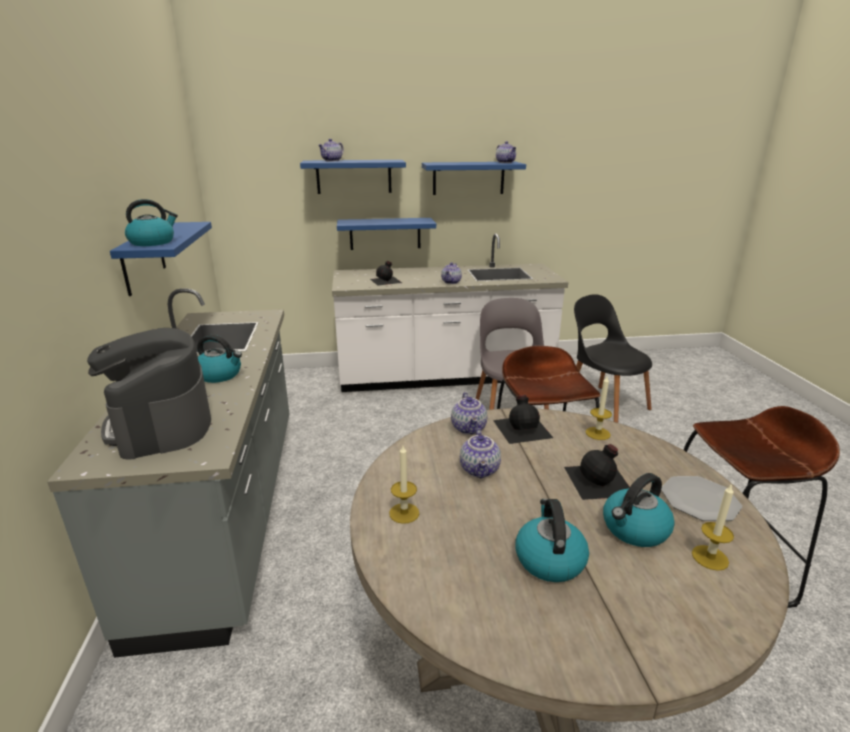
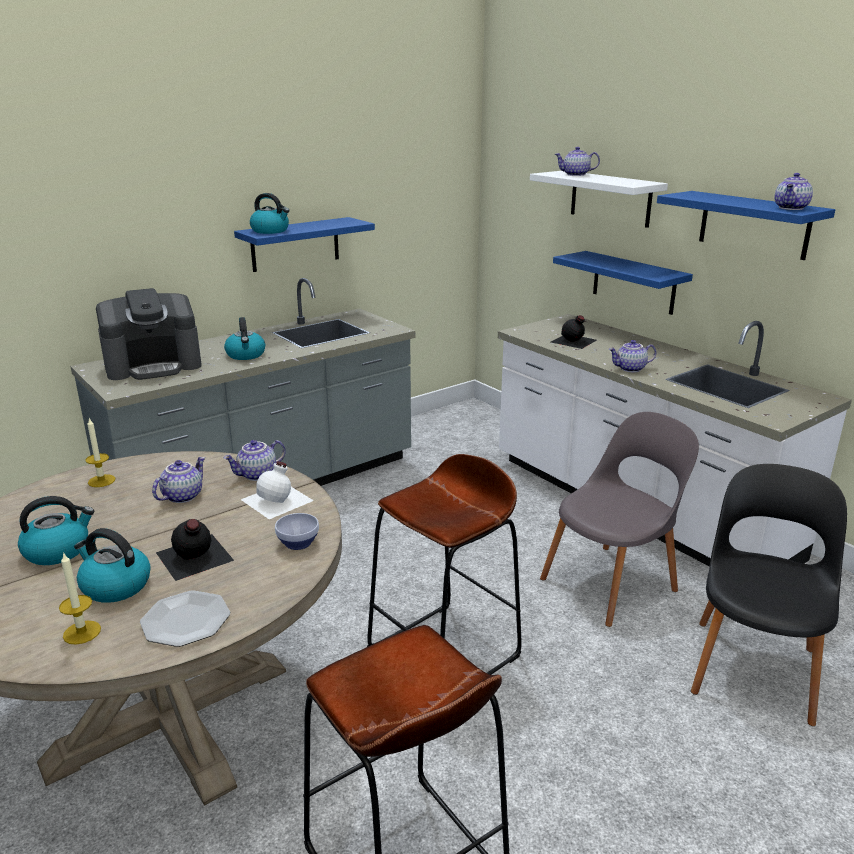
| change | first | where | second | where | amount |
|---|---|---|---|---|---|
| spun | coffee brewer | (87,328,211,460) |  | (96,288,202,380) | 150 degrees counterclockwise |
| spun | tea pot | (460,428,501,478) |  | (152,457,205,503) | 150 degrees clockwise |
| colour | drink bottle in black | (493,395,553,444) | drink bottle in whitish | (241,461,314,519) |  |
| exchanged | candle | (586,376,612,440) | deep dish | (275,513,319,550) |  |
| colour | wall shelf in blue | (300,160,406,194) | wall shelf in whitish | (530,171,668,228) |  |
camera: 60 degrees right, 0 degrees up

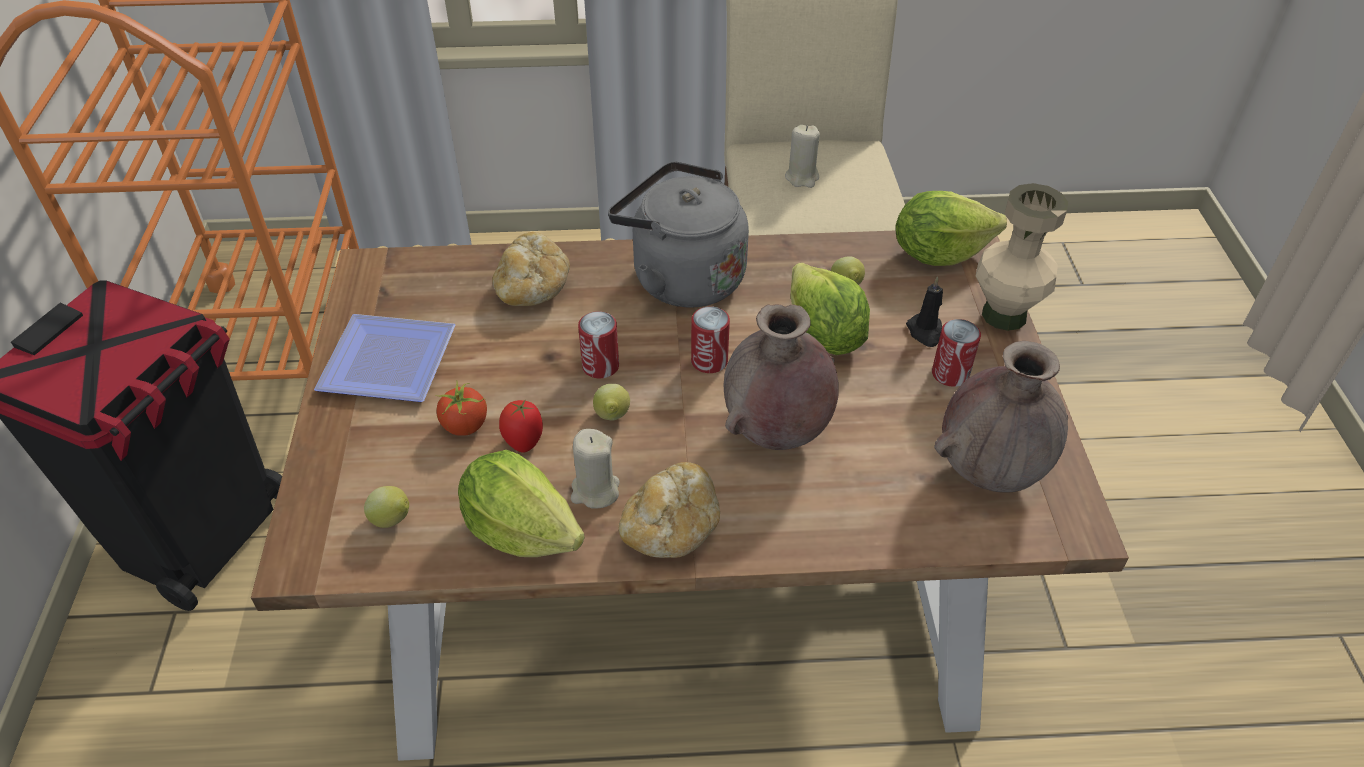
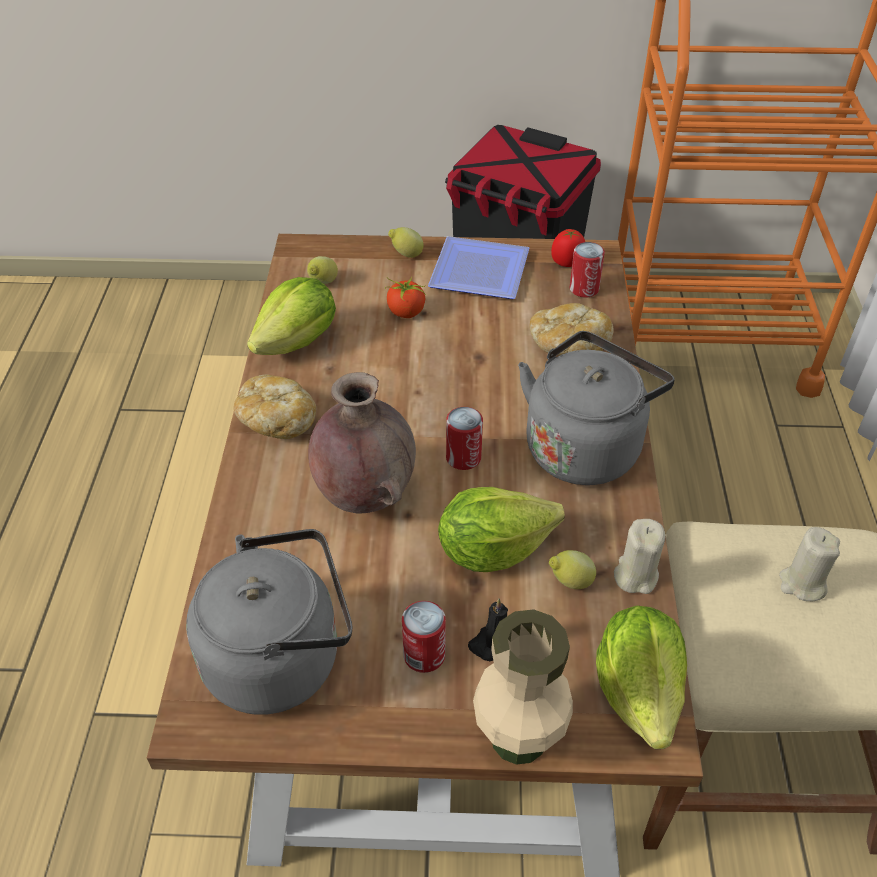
| change | first | where | second | where | amount |
|---|---|---|---|---|---|
| exchanged | flower vase in brown | (934,341,1068,493) | kettle in gray | (186,529,352,715) |  |
| relocated | whole lemon | (593,384,630,420) |  | (388,227,424,258) |  |
| relocated | whole tomato | (499,399,543,453) |  | (551,229,585,267) |  |
| relocated | can | (578,311,619,378) |  | (570,242,605,297) |  |
| relocated | candle in sand-coloured | (571,429,620,509) |  | (614,519,665,594) |  |
camera: 95 degrees right, 0 degrees up

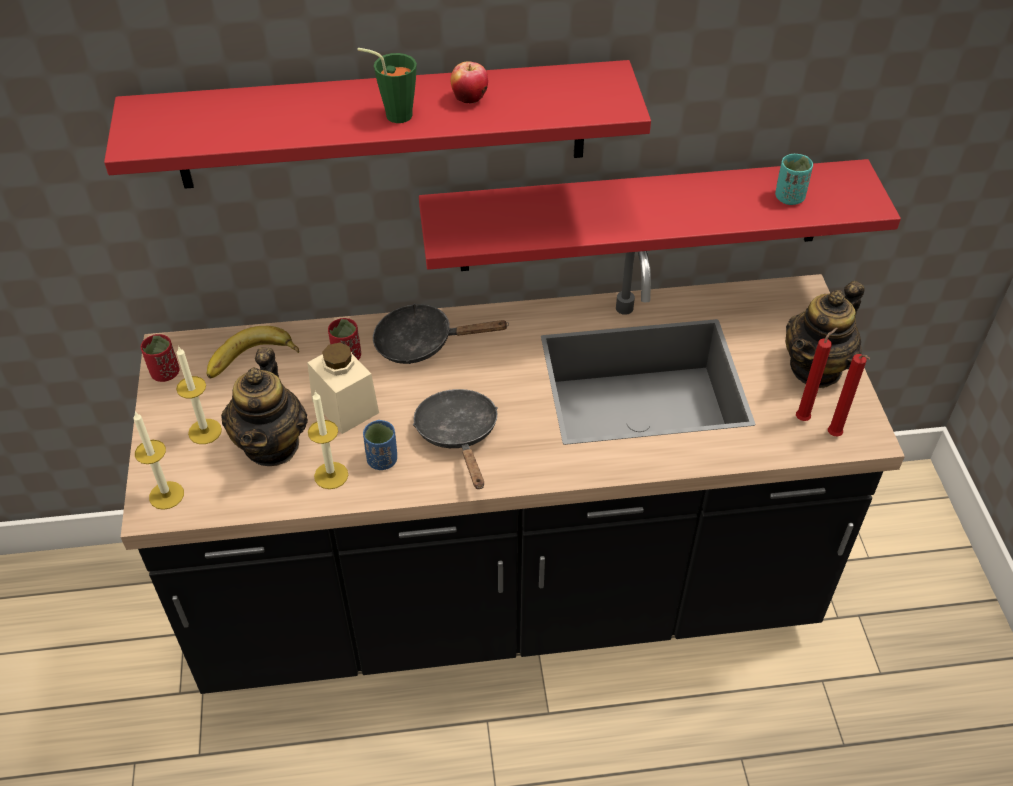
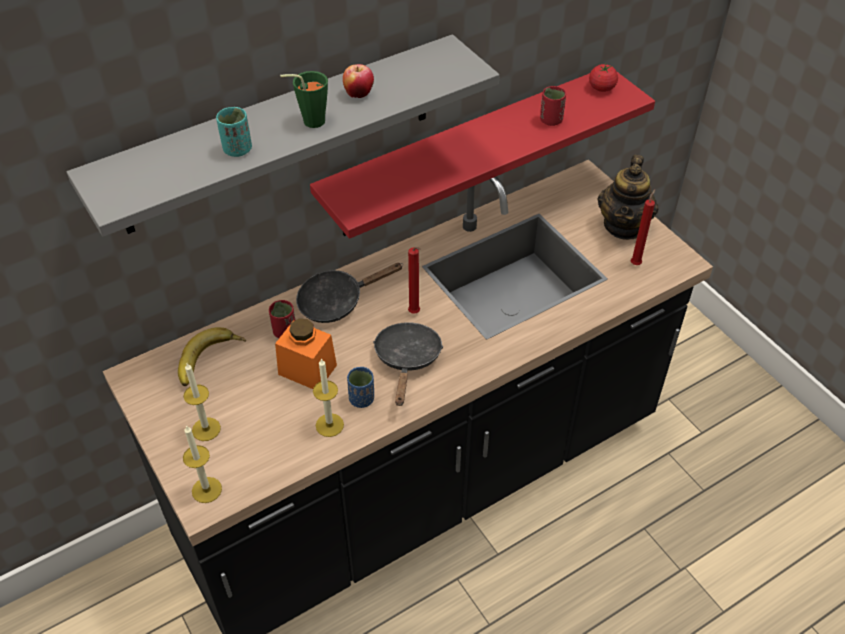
| change | first | where | second | where | amount |
|---|---|---|---|---|---|
| colour | wall shelf in red-coloured | (104,60,651,189) | wall shelf in gray | (67,34,499,237) |  |
| relocated | drinking cup in turquoise | (775,154,813,205) |  | (216,107,252,157) |  |
| colour | preserve jar in sand-coloured | (307,343,379,434) | preserve jar in orangey | (275,318,337,389) |  |
| spun | frying pan in black | (413,389,498,489) |  | (373,322,443,406) | 45 degrees clockwise |
| relocated | candle in red-coloured | (828,354,870,436) |  | (408,247,421,314) |  |
| relocated | drinking cup in red-coloured | (141,334,179,382) |  | (540,86,567,126) |  |
| appeared |  |  | whole tomato | (589,64,618,92) |  |
| missing | tea pot | (221,347,308,466) |  |  |  |
camera: 25 degrees left, 0 degrees up

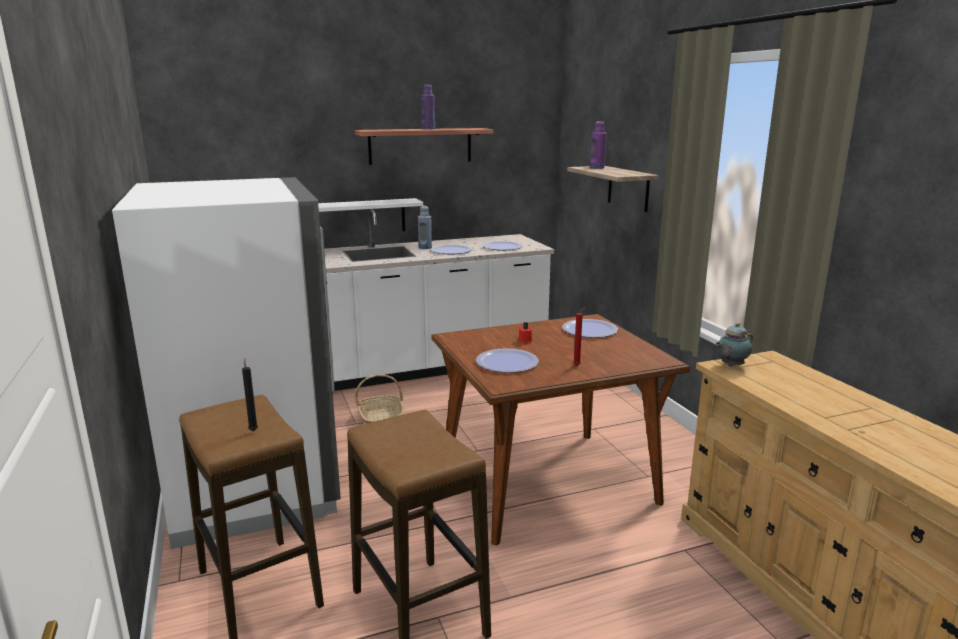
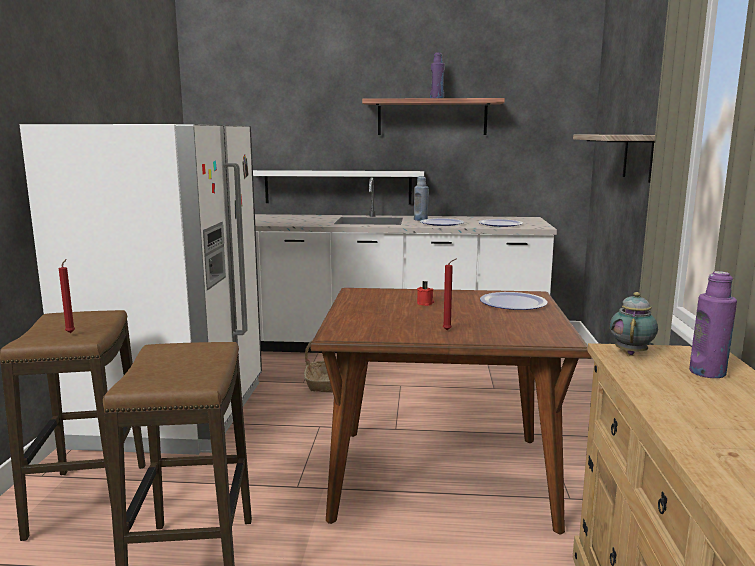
| change | first | where | second | where | amount |
|---|---|---|---|---|---|
| colour | candle in black | (242,359,258,431) | candle in red-coloured | (59,259,75,333) |  |
| spun | tea pot | (715,322,753,367) |  | (610,292,658,355) | 120 degrees clockwise |
| relocated | drink bottle in purplish | (590,121,607,169) |  | (689,271,737,378) |  |
| missing | plate | (476,348,539,373) |  |  |  |
camera: 25 degrees right, 5 degrees down

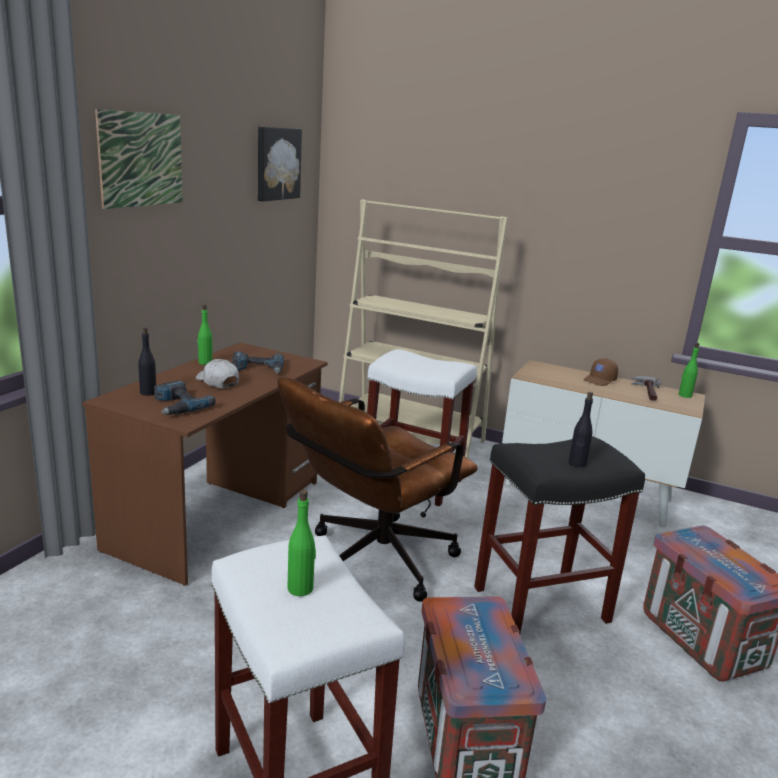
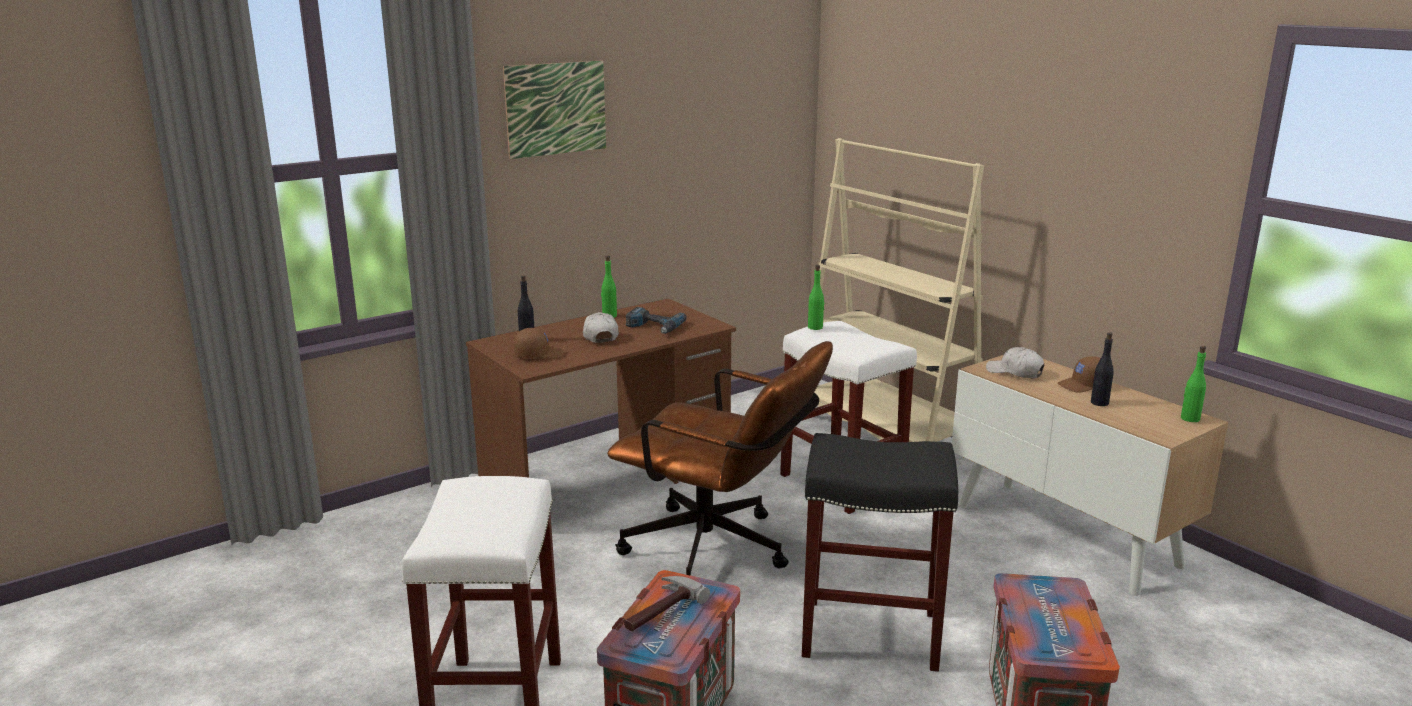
| change | first | where | second | where | amount |
|---|---|---|---|---|---|
| exchanged | drill | (154,380,216,415) | cap in brown | (514,328,566,358) |  |
| spun | desk chair in brown | (278,377,478,602) |  | (607,341,833,576) | 135 degrees counterclockwise |
| relocated | hammer | (631,376,661,401) |  | (624,576,710,631) |  |
| relocated | drink bottle in greenish | (287,489,316,596) |  | (808,265,824,330) |  |
| appeared |  |  | cap in whitish | (986,347,1044,379) |  |
| relocated | drink bottle in black | (569,392,593,467) |  | (1091,332,1114,406) |  |
| missing | wall picture | (258,127,302,201) |  |  |  |
camera: 30 degrees right, 0 degrees up

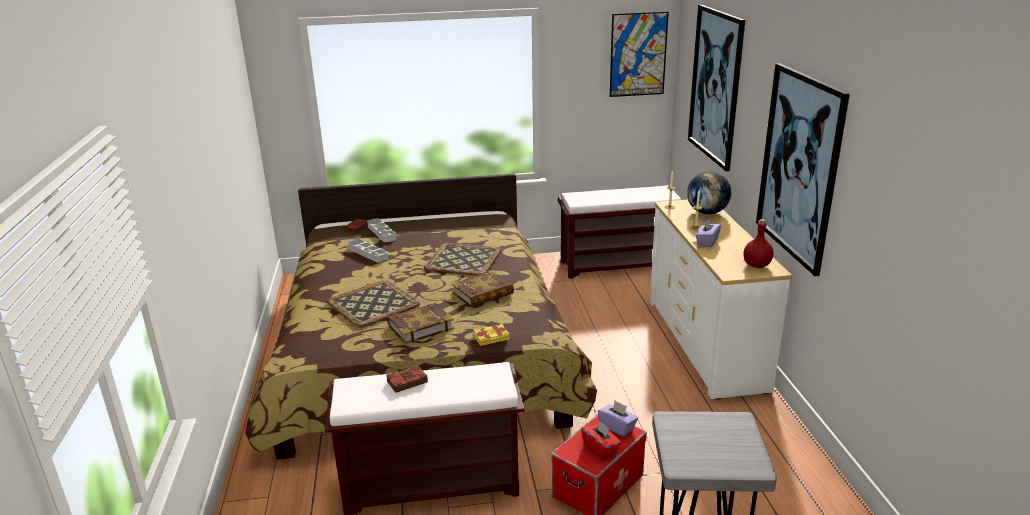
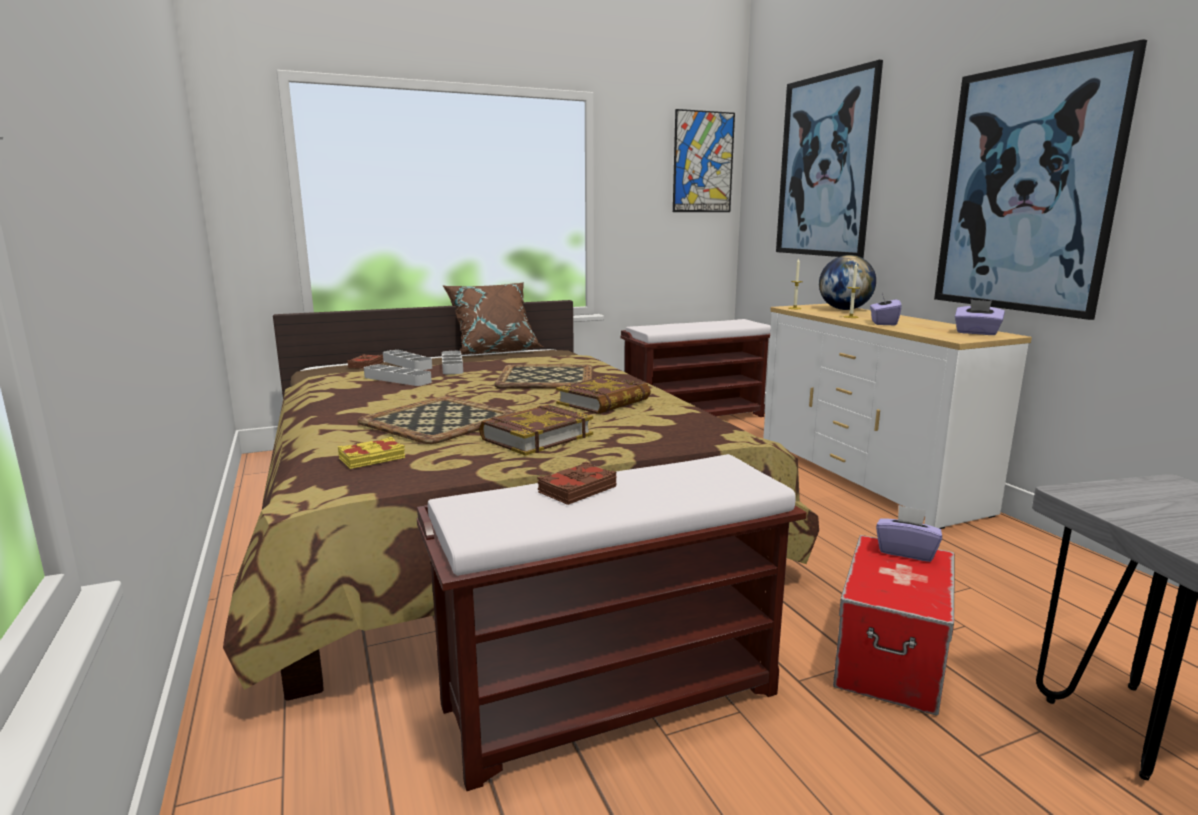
| change | first | where | second | where | amount |
|---|---|---|---|---|---|
| relocated | volume in yellow | (473,324,509,346) |  | (338,437,405,469) |  |
| appeared |  |  | cushion in brown | (442,282,544,354) |  |
| appeared |  |  | carrying tray in gray | (442,351,463,374) |  |
| exchanged | drink bottle in red-coloured | (743,219,774,268) | tissue holder in purplish | (955,299,1005,335) |  |
| missing | tissue holder in red-coloured | (581,421,621,459) |  |  |  |
camera: 15 degrees left, 10 degrees down

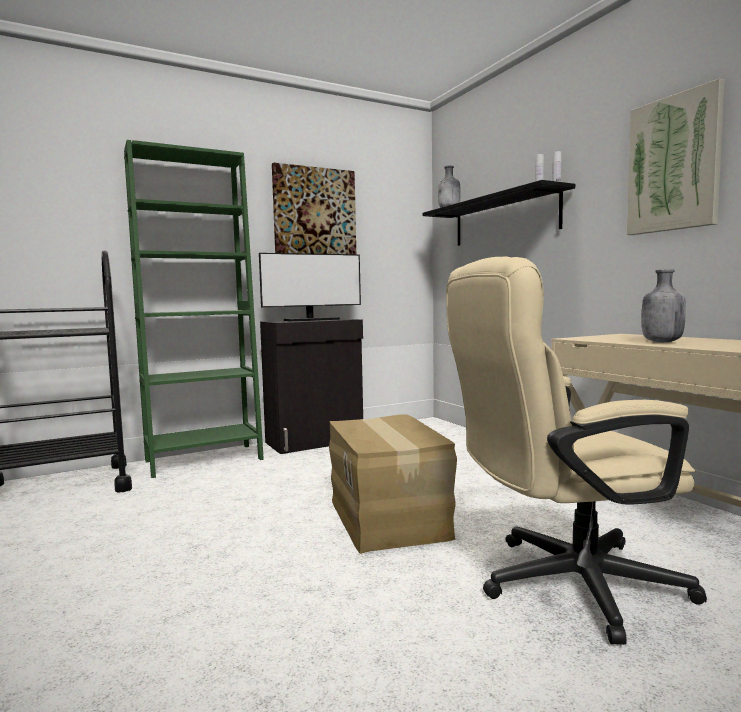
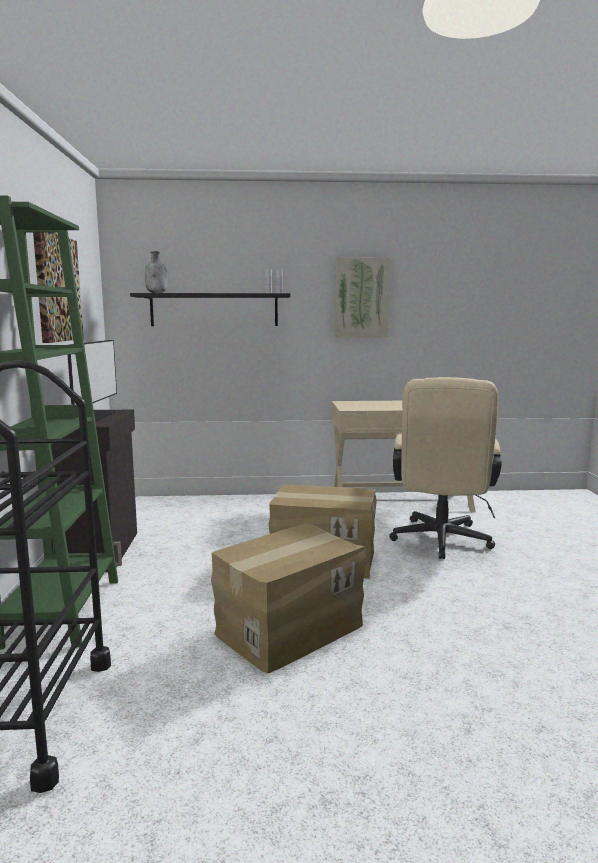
| change | first | where | second | where | amount |
|---|---|---|---|---|---|
| appeared |  |  | carton | (211,523,366,674) |  |
| missing | drink bottle in gray | (641,269,686,342) |  |  |  |
camera: 65 degrees left, 5 degrees up

